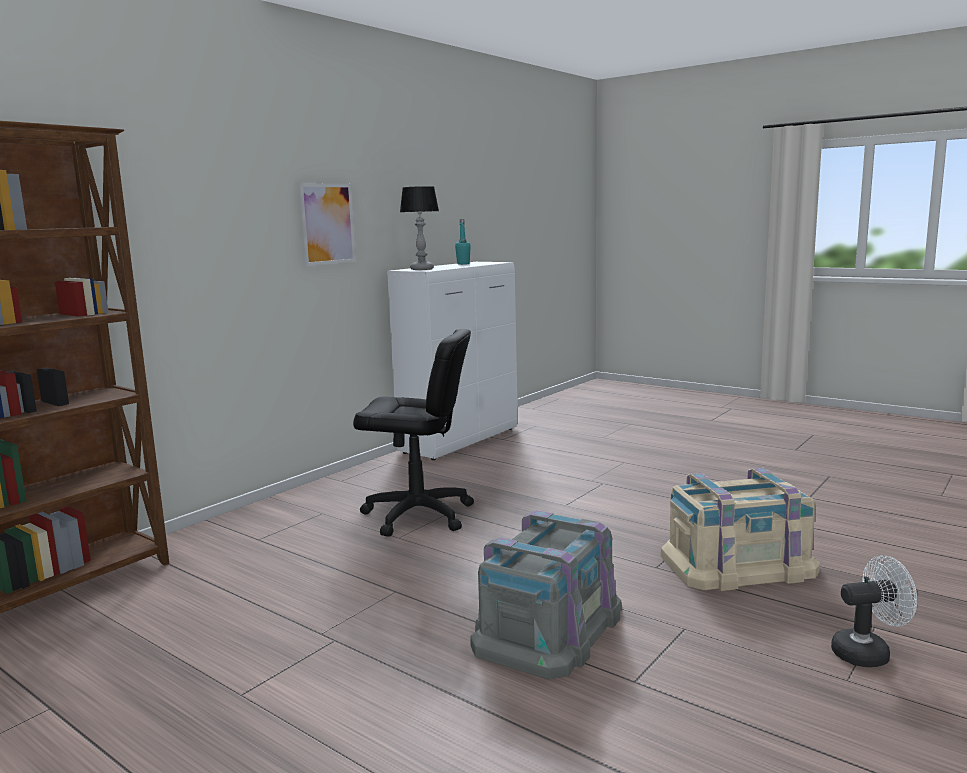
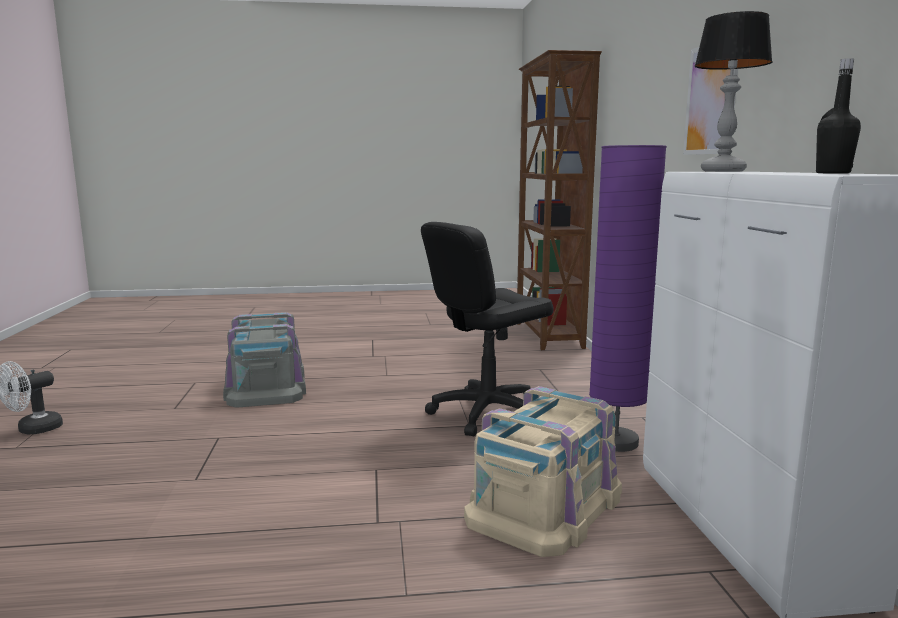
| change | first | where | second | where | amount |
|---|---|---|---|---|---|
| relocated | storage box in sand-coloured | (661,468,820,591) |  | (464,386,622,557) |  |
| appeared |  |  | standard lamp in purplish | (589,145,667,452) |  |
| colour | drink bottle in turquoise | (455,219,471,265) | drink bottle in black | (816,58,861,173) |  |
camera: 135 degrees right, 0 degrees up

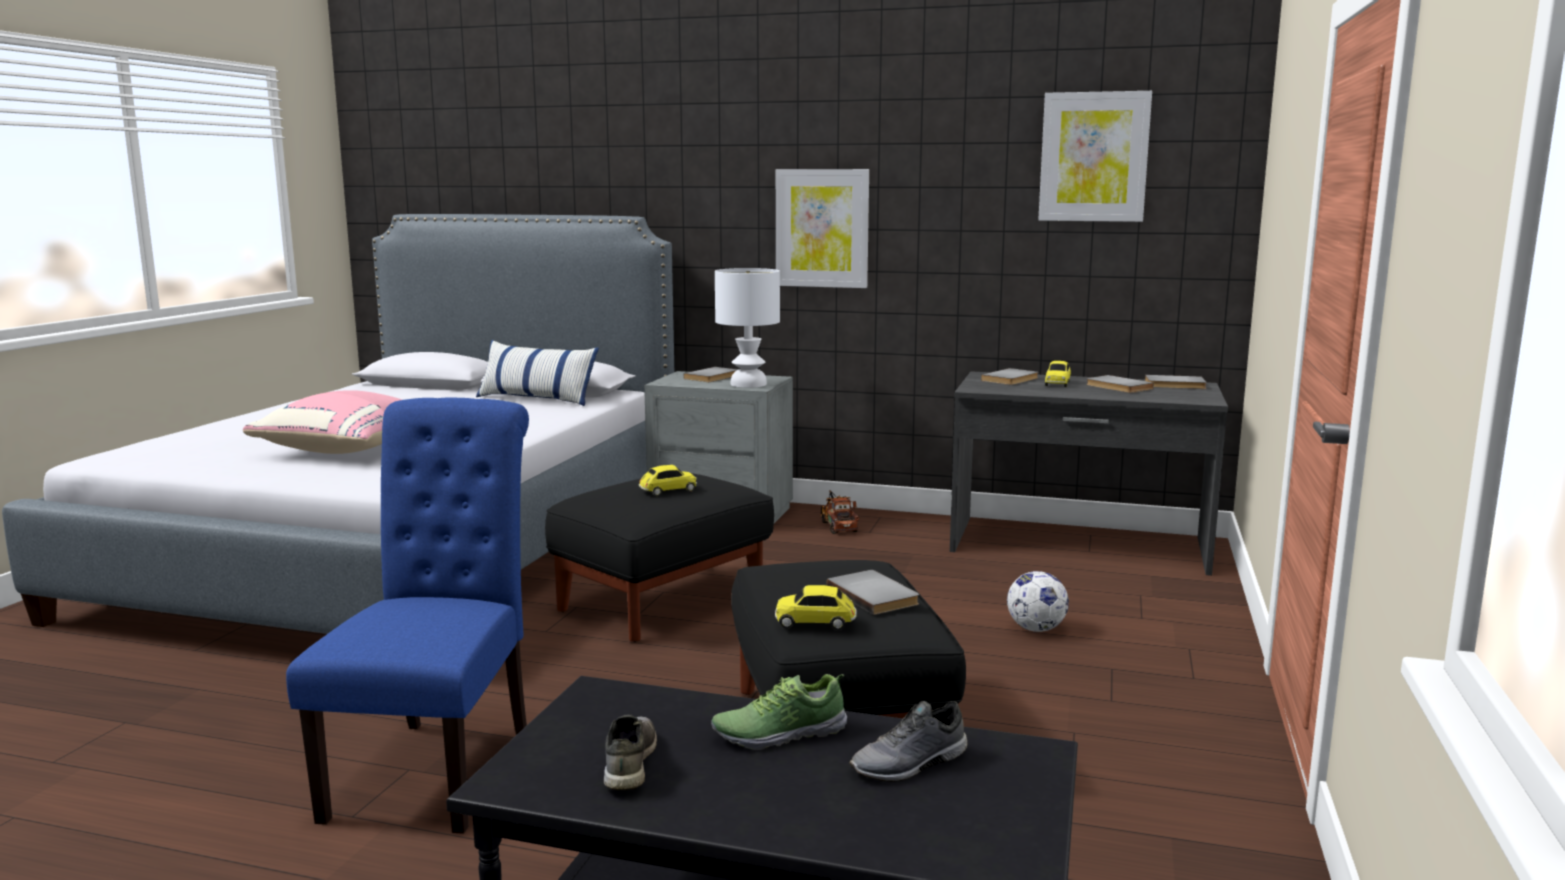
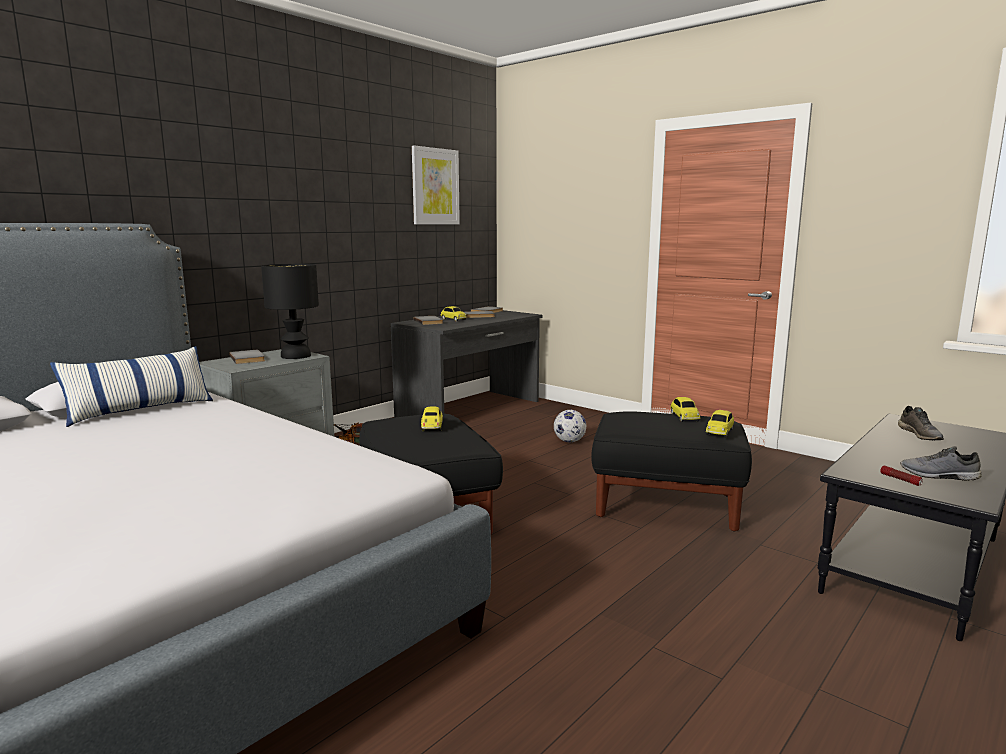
| change | first | where | second | where | amount |
|---|---|---|---|---|---|
| colour | lamp for a table in whitish | (715,268,780,388) | lamp for a table in black | (261,264,319,359) |  |
| exchanged | volume in gray | (827,570,919,615) | toy car | (671,397,700,422) |  |
| appeared |  |  | torch | (880,465,923,486) |  |
| missing | cushion in pink | (243,390,402,454) |  |  |  |
| missing | upright chair in blue | (286,398,529,834) |  |  |  |
| missing | low shoe | (711,674,847,750) |  |  |  |
| missing | wall picture | (776,169,869,288) |  |  |  |
camera: 65 degrees left, 0 degrees up

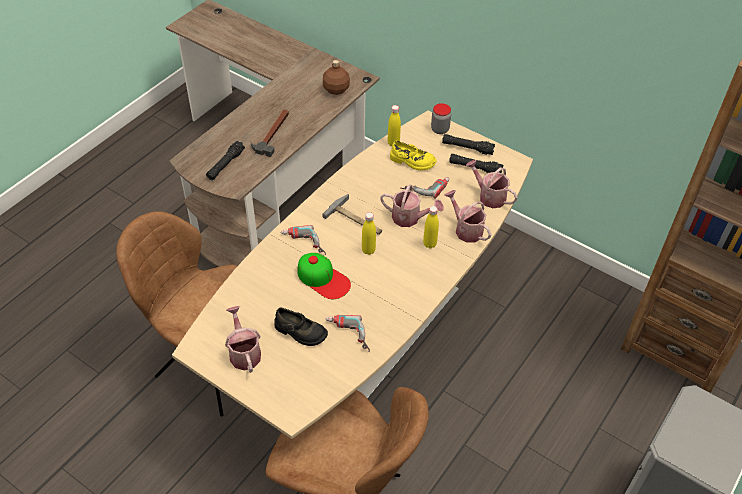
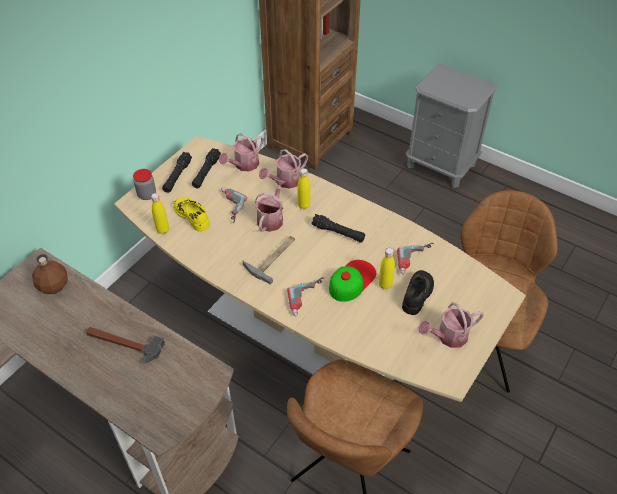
| change | first | where | second | where | amount |
|---|---|---|---|---|---|
| spun | low shoe in yellow | (390,140,437,171) |  | (173,197,210,232) | 60 degrees counterclockwise |
| relocated | torch in black | (206,141,245,180) |  | (311,214,365,243) |  |
| relocated | drink bottle in yellow | (362,212,376,255) |  | (379,248,395,289) |  |
camera: 90 degrees left, 0 degrees up

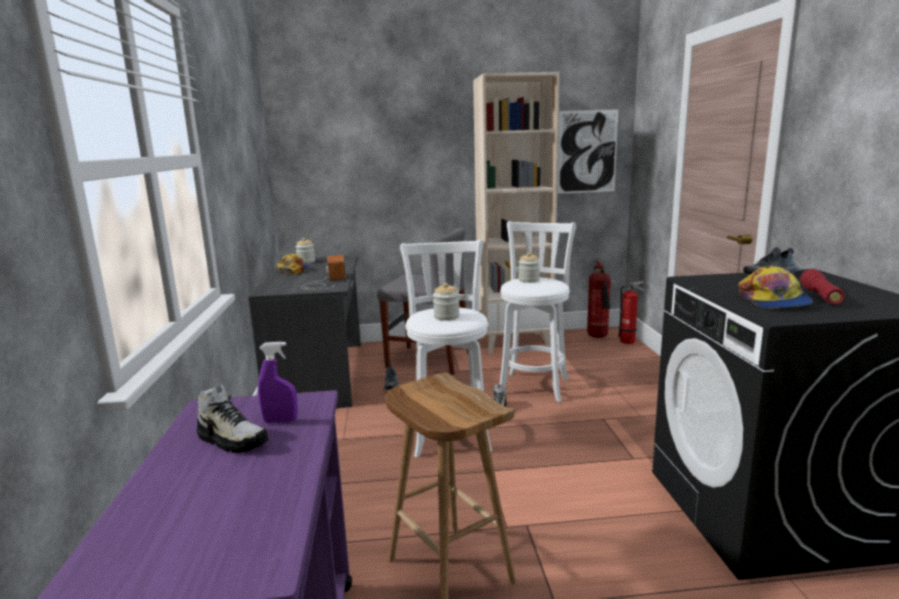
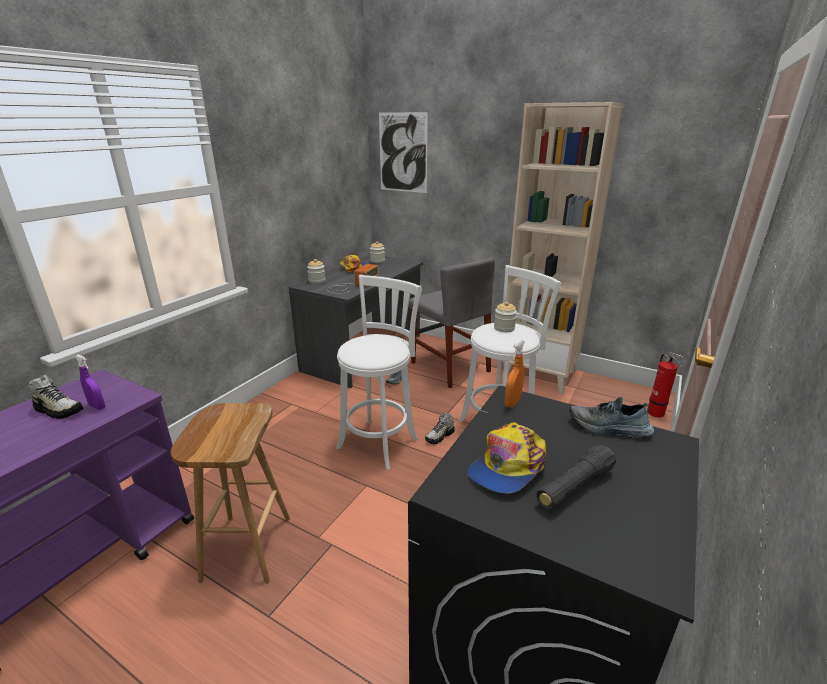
| change | first | where | second | where | amount |
|---|---|---|---|---|---|
| spun | low shoe | (197,384,268,453) |  | (29,375,83,419) | 45 degrees counterclockwise |
| relocated | preserve jar | (433,283,460,321) |  | (307,259,325,284) |  |
| relocated | wall picture | (558,110,618,194) |  | (379,112,428,193) |  |
| appeared |  |  | spray bottle in orangey | (505,339,525,408) |  |
| colour | torch in red-coloured | (800,269,845,305) | torch in black | (536,445,616,510) |  |
| missing | extinguisher | (587,261,611,338) |  |  |  |
camera: 35 degrees right, 10 degrees up

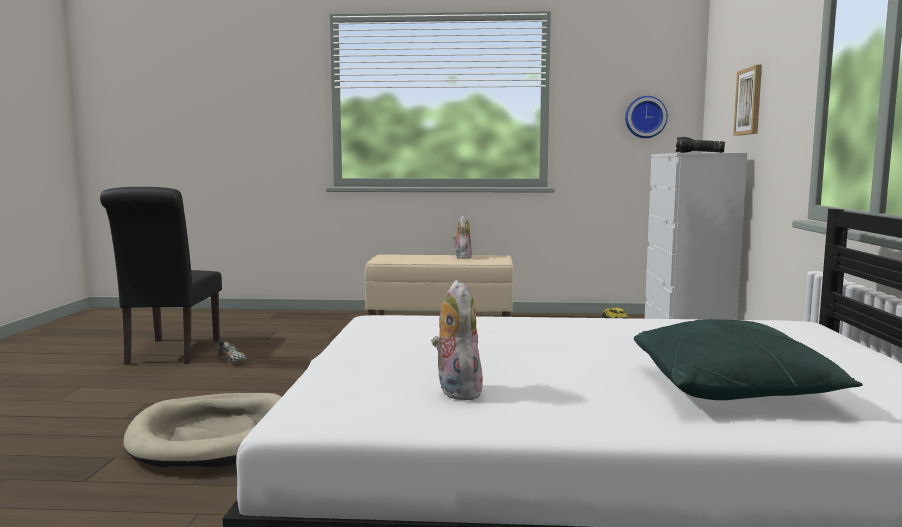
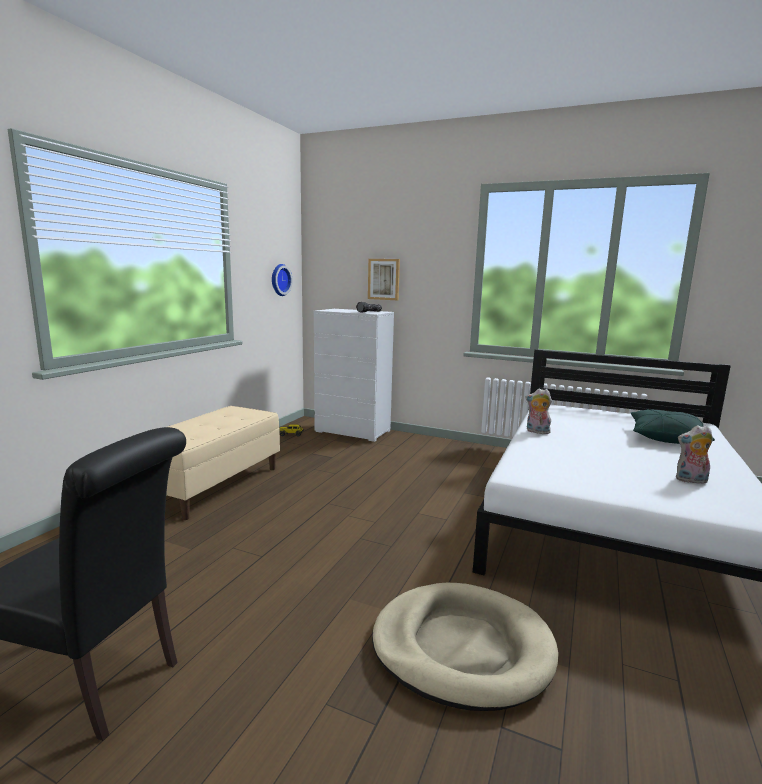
| change | first | where | second | where | amount |
|---|---|---|---|---|---|
| relocated | plush toy | (453,215,472,259) |  | (526,388,552,434) |  |
| missing | low shoe | (217,341,247,363) |  |  |  |
camera: 70 degrees left, 5 degrees up

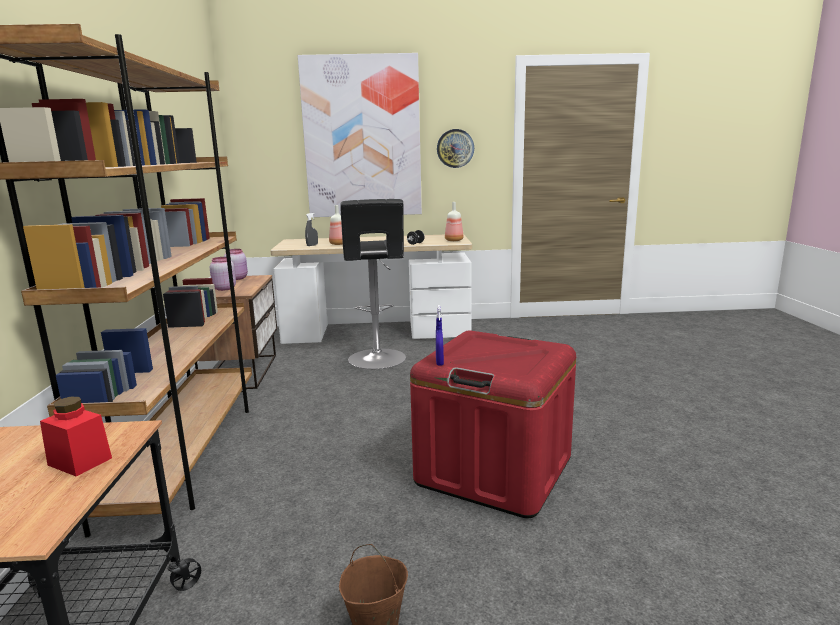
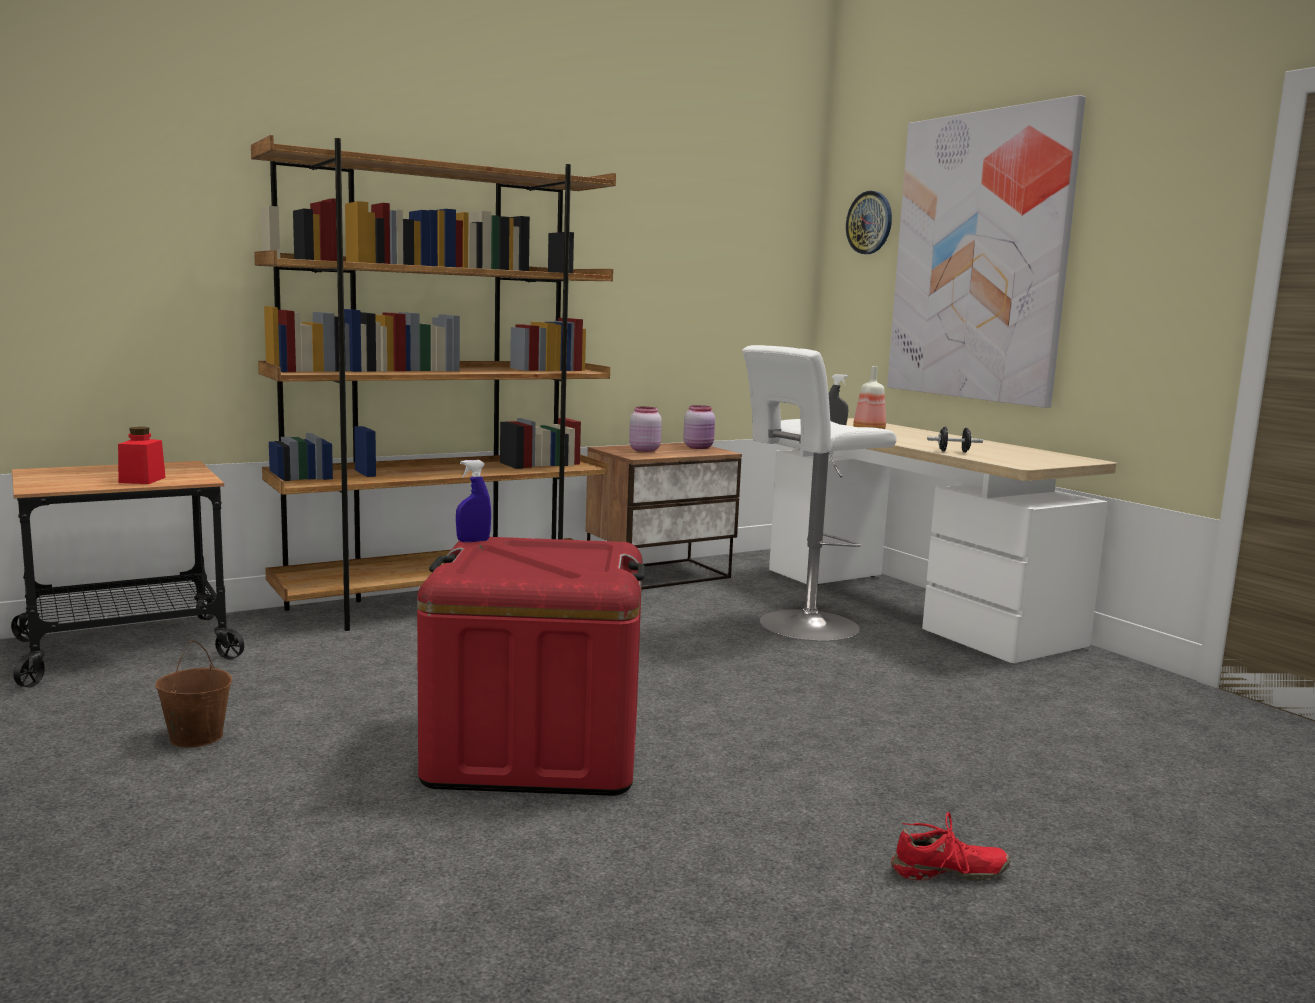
| change | first | where | second | where | amount |
|---|---|---|---|---|---|
| colour | stool in black | (340,199,406,369) | stool in whitish | (742,345,897,642) |  |
| relocated | wall clock | (437,129,474,168) |  | (846,191,892,254) |  |
| appeared |  |  | low shoe in red-coloured | (891,812,1011,881) |  |
| missing | drink bottle | (445,202,463,241) |  |  |  |
camera: 60 degrees right, 5 degrees down

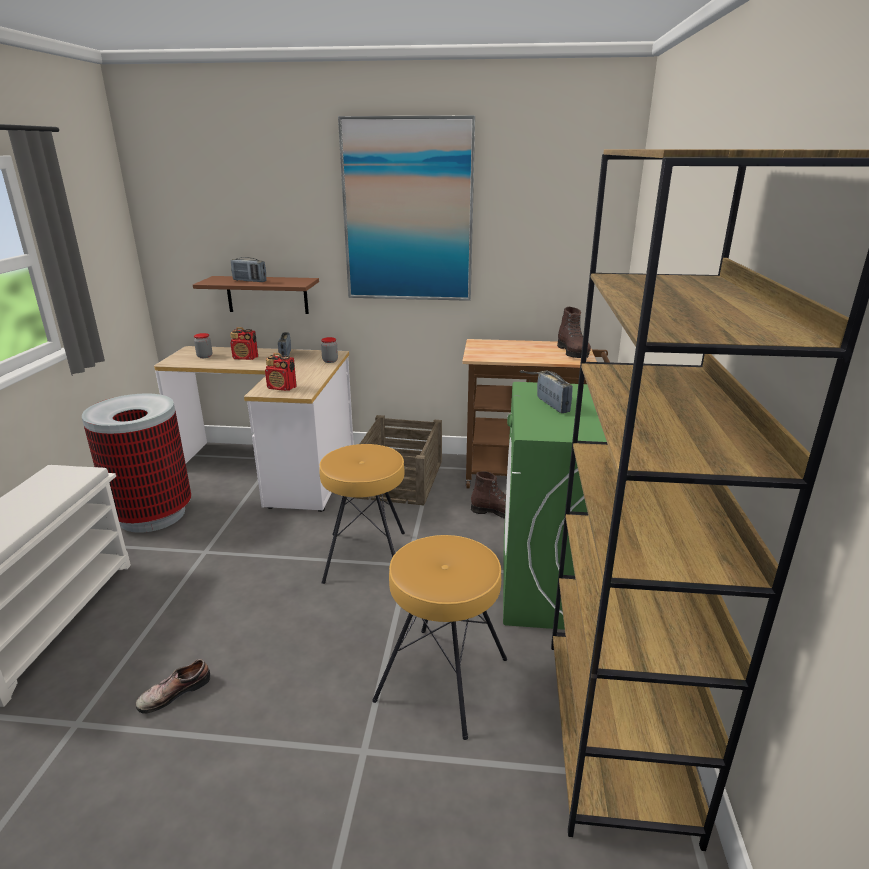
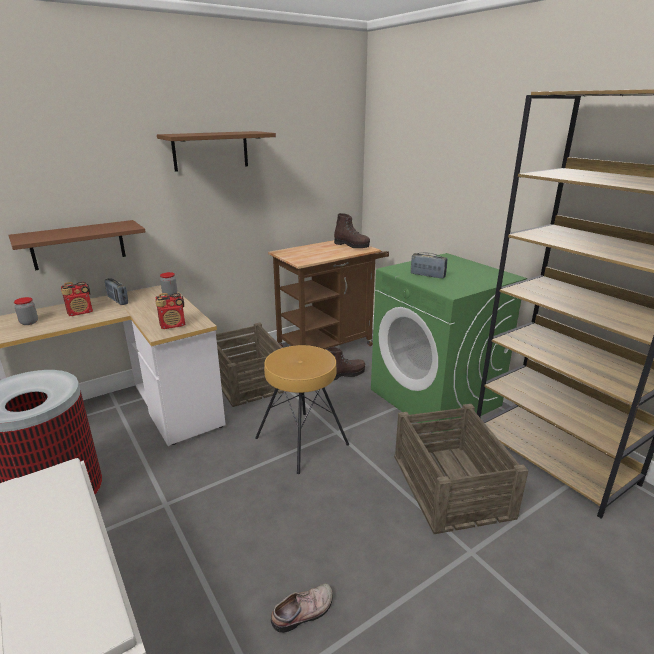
| change | first | where | second | where | amount |
|---|---|---|---|---|---|
| exchanged | wall picture | (338,115,475,301) | wall shelf in brown | (157,131,276,172) |  |
| spun | low shoe | (136,659,210,714) |  | (271,583,333,633) | 135 degrees counterclockwise |
| exchanged | stool in brown | (372,535,507,740) | packing crate | (394,404,529,534) |  |
| missing | radio set | (231,257,266,282) |  |  |  |
camera: 40 degrees left, 0 degrees up

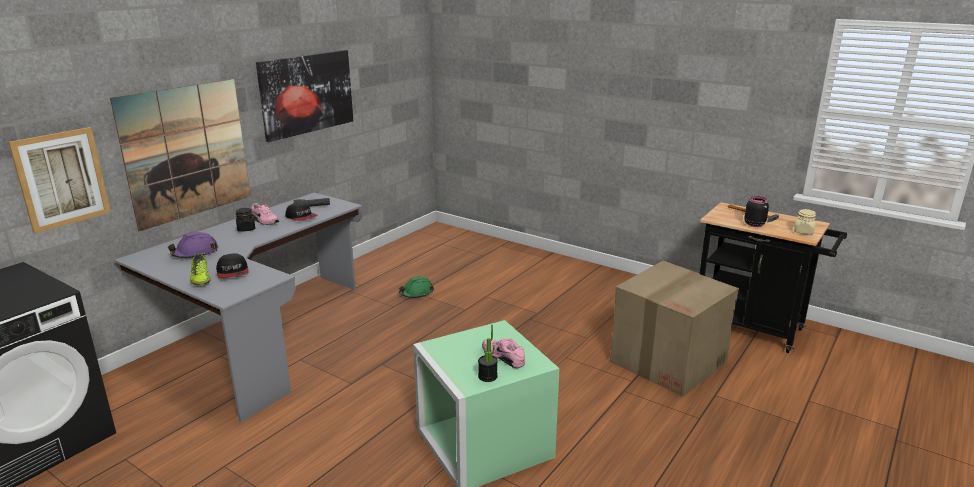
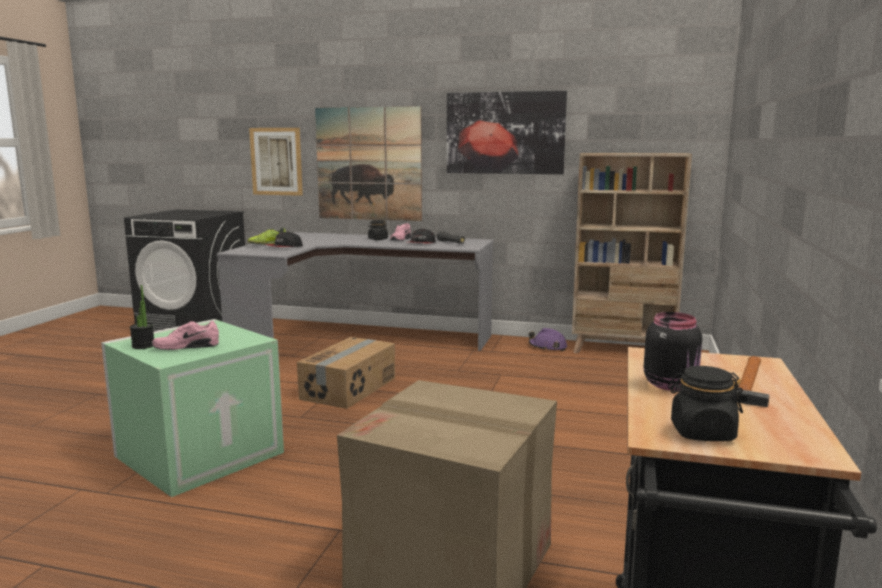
| change | first | where | second | where | amount |
|---|---|---|---|---|---|
| spun | low shoe in pink | (482,338,525,368) |  | (152,321,219,350) | 135 degrees counterclockwise |
| appeared |  |  | carton | (297,337,395,409) |  |
| relocated | work helmet in purplish | (168,232,218,258) |  | (528,328,567,351) |  |
| appeared |  |  | bookcase in sand-coloured | (572,153,692,353) |  |
| colour | preserve jar in sand-coloured | (794,209,816,235) | preserve jar in black | (668,366,743,441) |  |
| missing | work helmet in greenish | (399,277,434,298) |  |  |  |
camera: 70 degrees right, 10 degrees down

